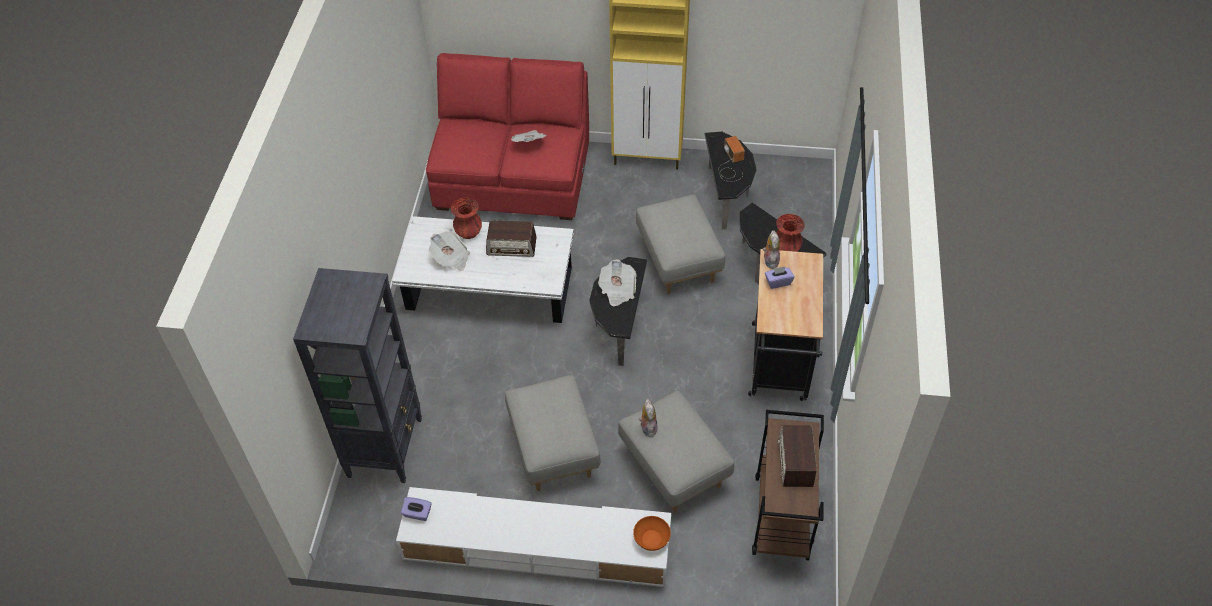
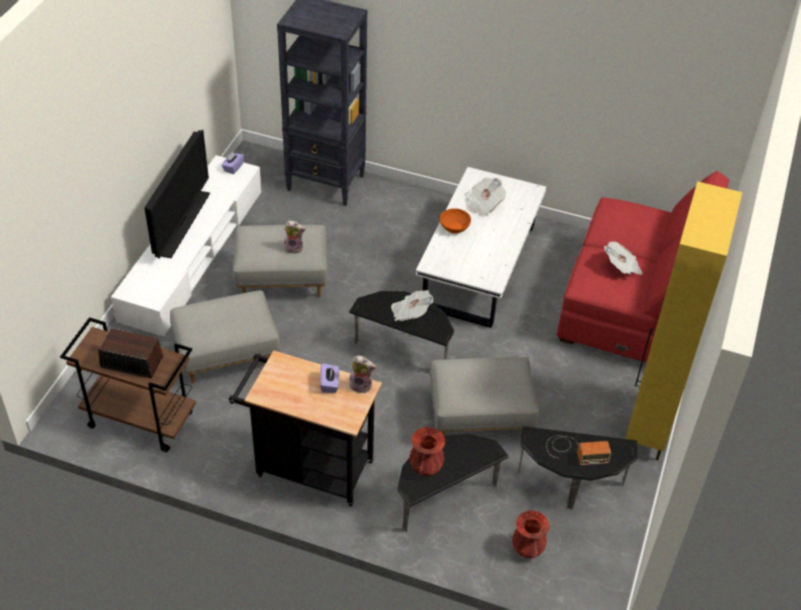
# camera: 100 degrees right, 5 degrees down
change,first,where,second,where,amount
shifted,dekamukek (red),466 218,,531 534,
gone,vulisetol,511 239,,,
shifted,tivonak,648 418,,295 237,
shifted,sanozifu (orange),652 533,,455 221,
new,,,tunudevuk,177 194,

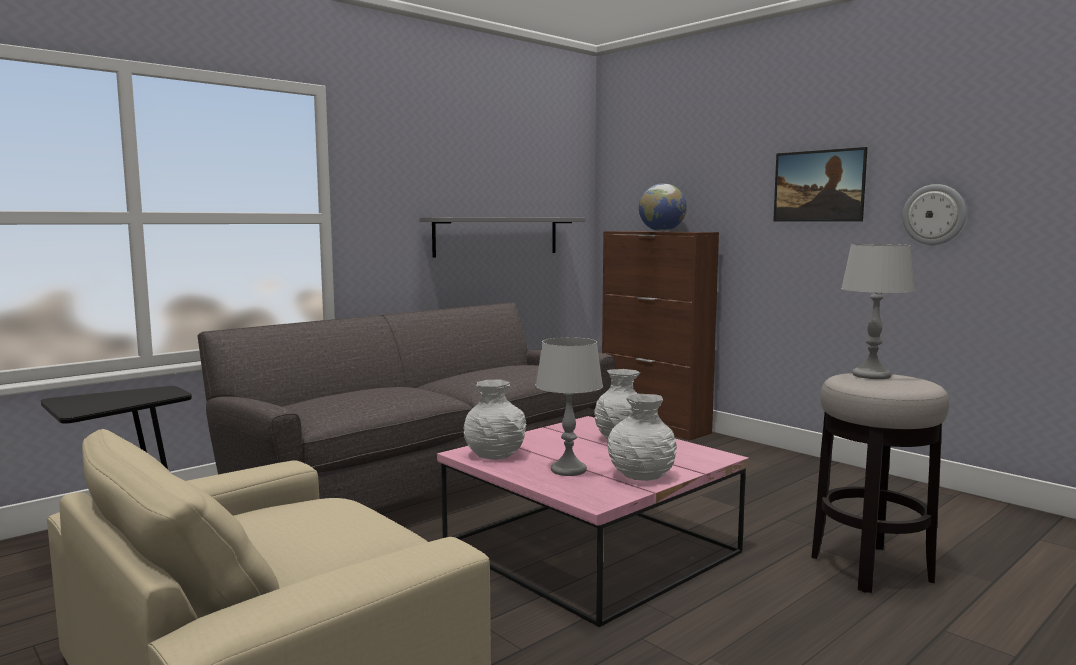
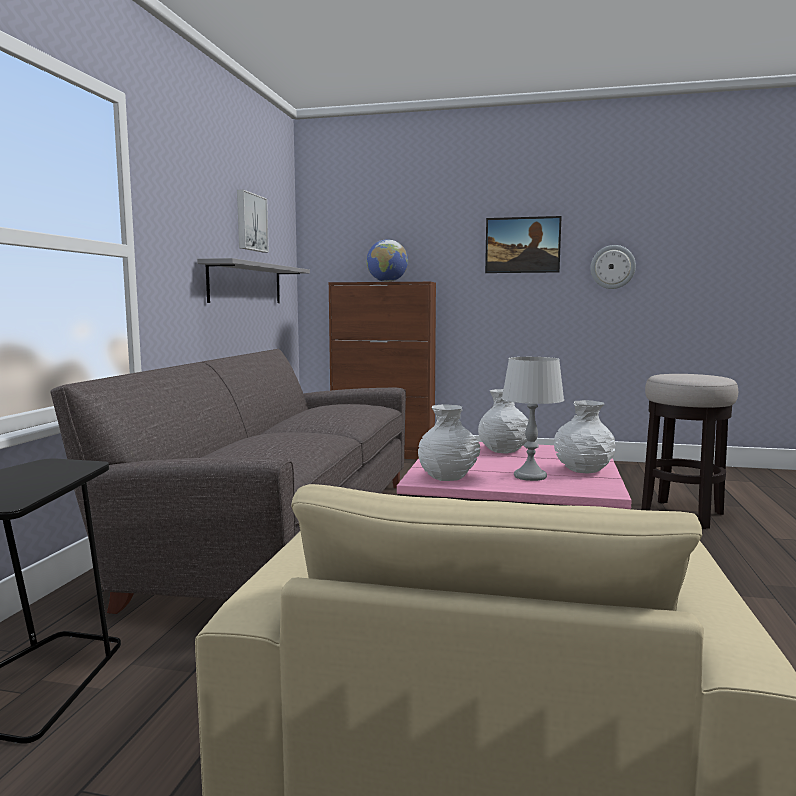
# camera: 35 degrees left, 0 degrees up
change,first,where,second,where,amount
gone,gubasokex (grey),878 311,,,
new,,,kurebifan,253 221,

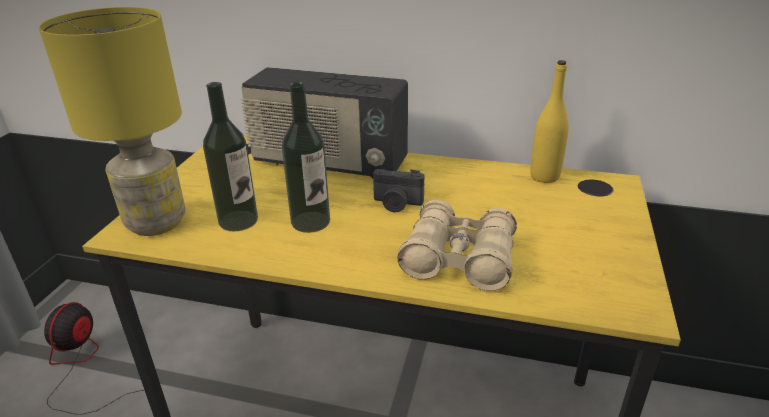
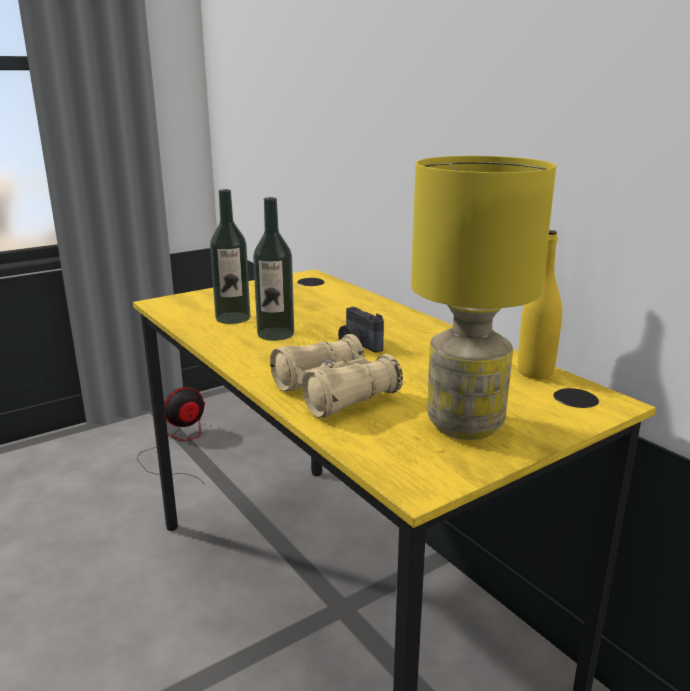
# camera: 40 degrees right, 10 degrees down
change,first,where,second,where,amount
shifted,gubasokex (yellow),111 121,,483 298,
gone,vulisetol,324 122,,,

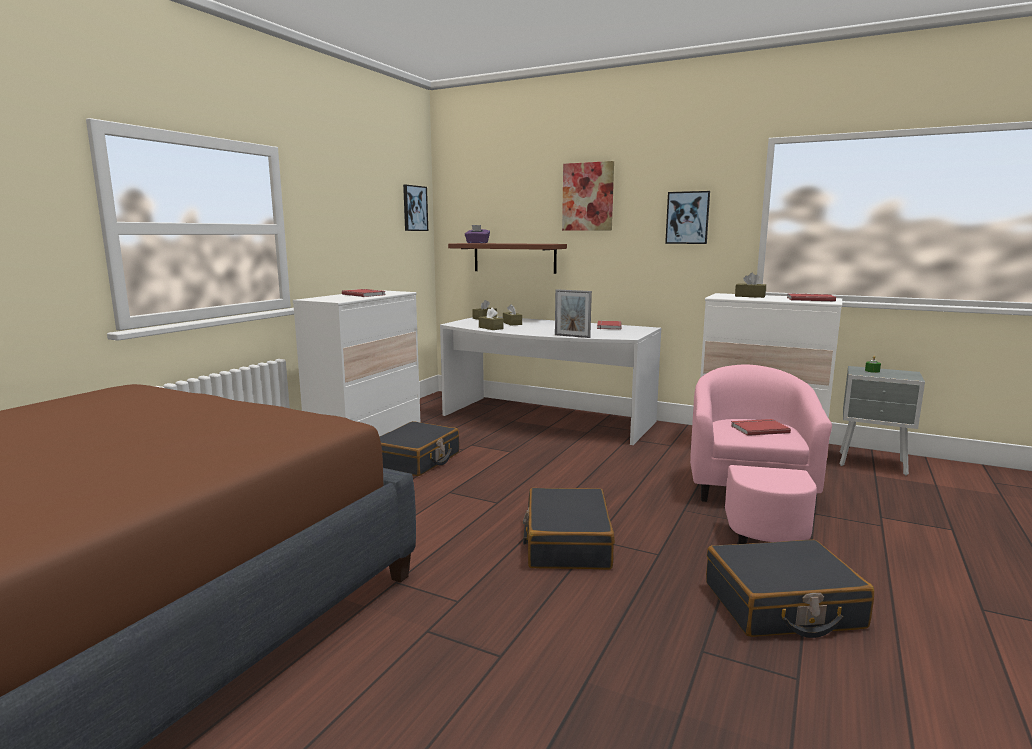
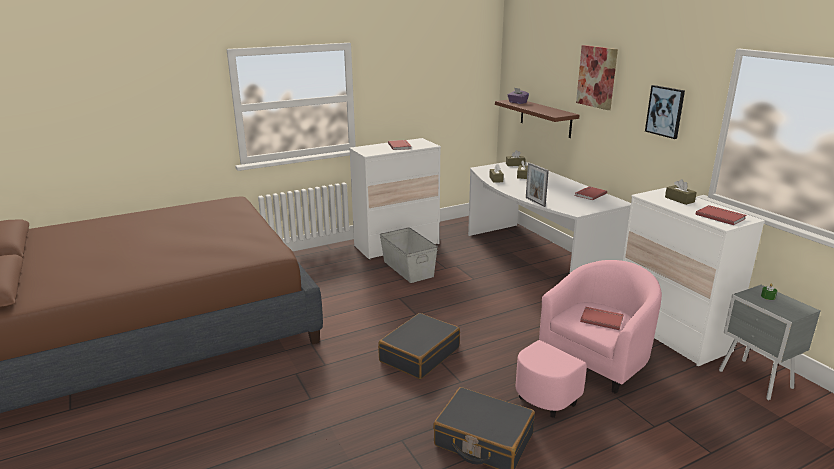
# camera: 35 degrees right, 10 degrees up
change,first,where,second,where,amount
gone,kurebifan,415 208,,,
swapped,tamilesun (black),419 448,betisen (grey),409 255,

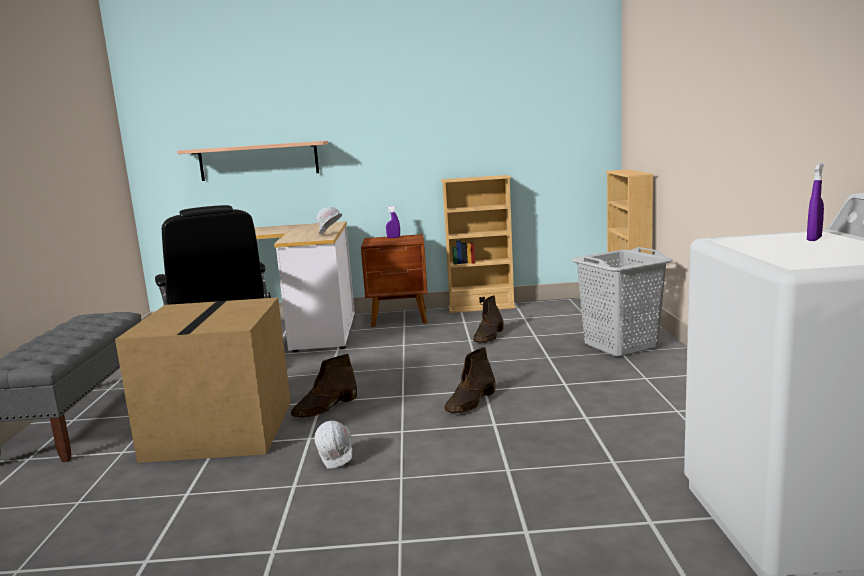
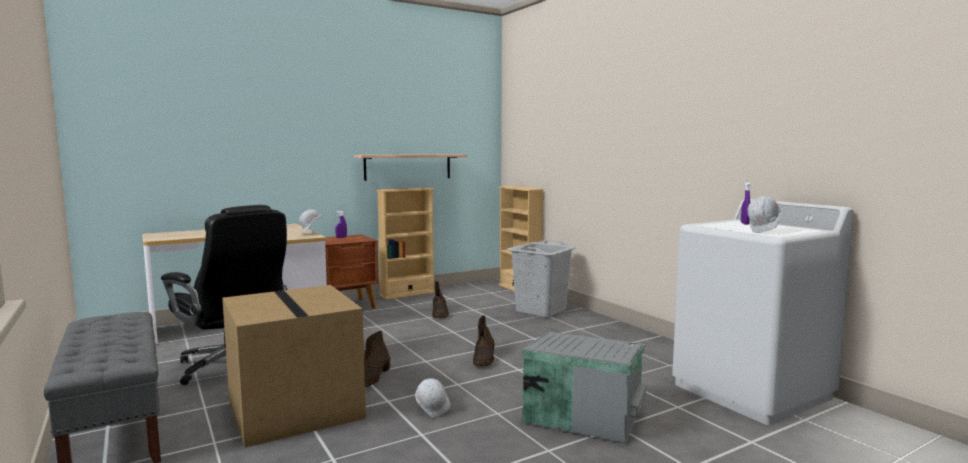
# camera: 30 degrees left, 5 degrees down
change,first,where,second,where,amount
shifted,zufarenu,252 161,,410 167,
new,,,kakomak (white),765 214,
new,,,betisen (grey),584 388,

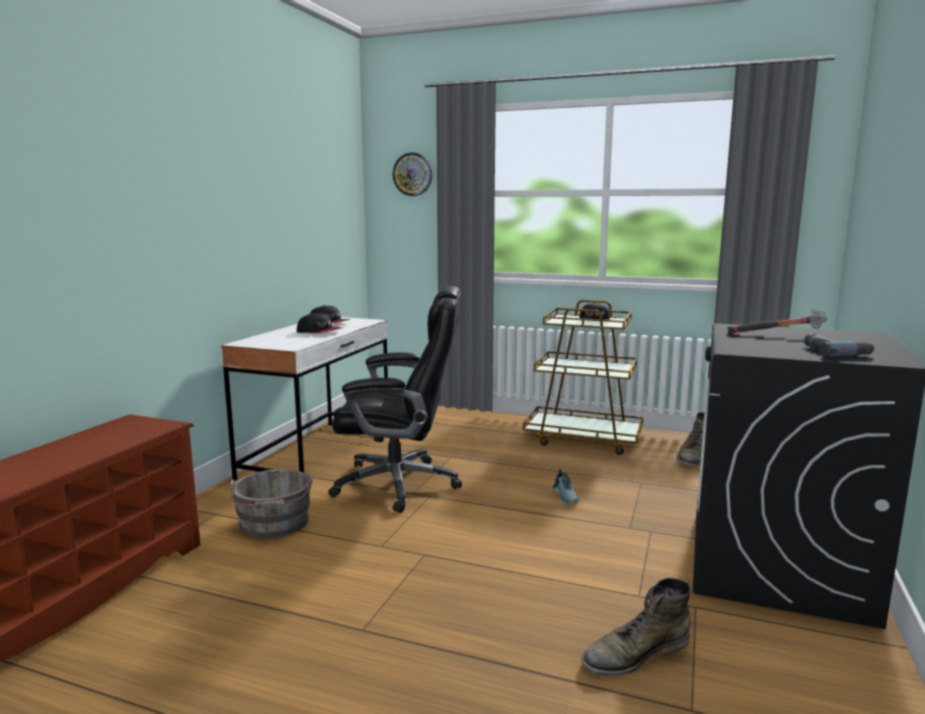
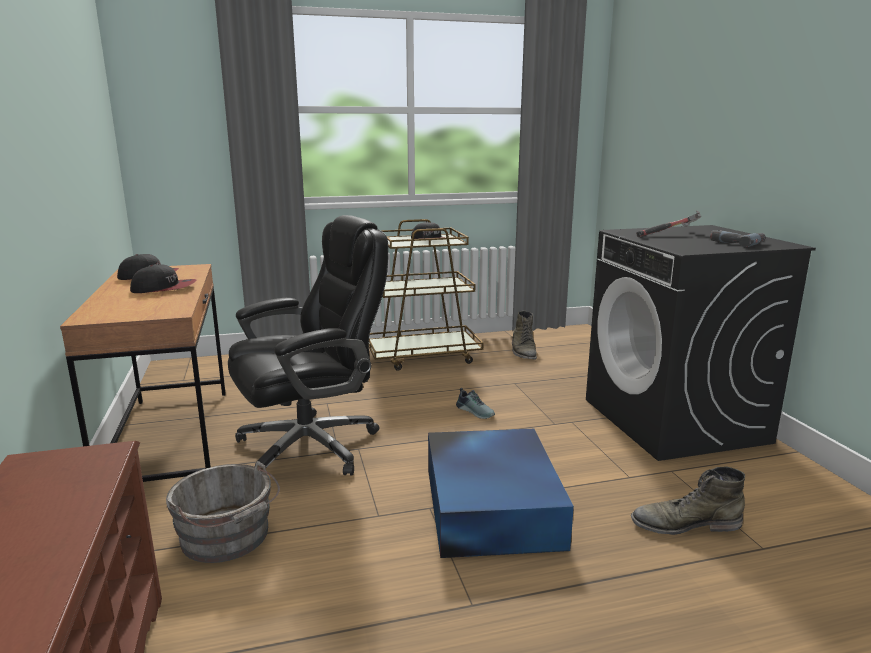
# camera: 35 degrees left, 5 degrees up
change,first,where,second,where,amount
gone,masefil,412 174,,,
repainted,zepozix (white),304 398,zepozix (brown),143 373,
rotated,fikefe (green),636 627,,688 500,60 degrees clockwise
new,,,betisen (blue),501 493,

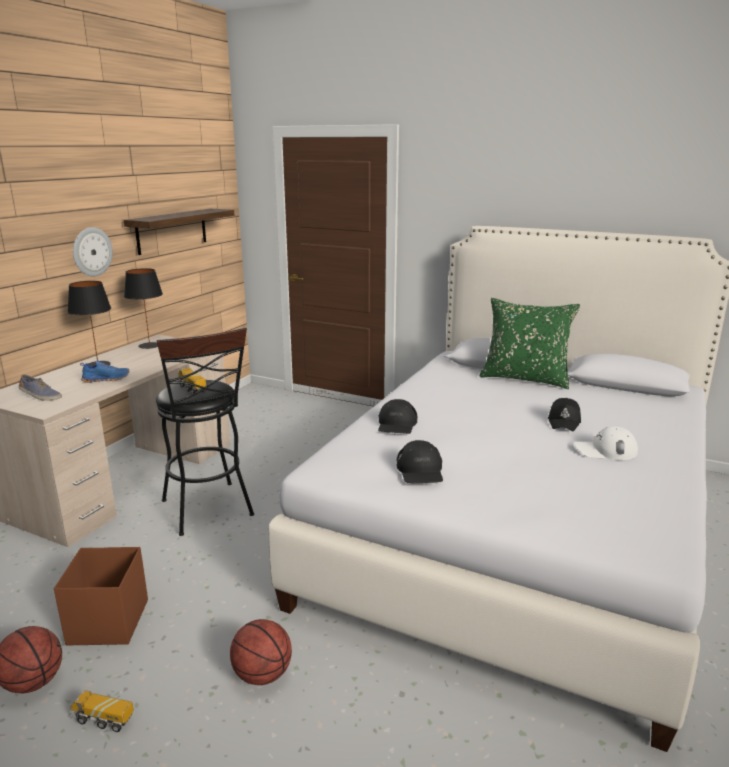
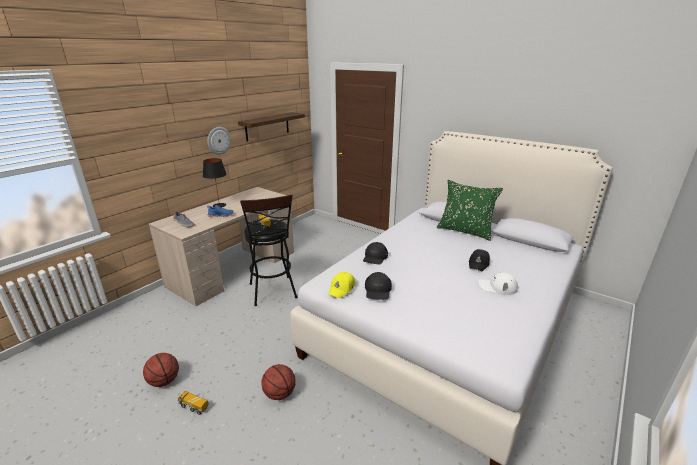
# camera: 10 degrees right, 5 degrees up
change,first,where,second,where,amount
gone,gubasokex (black),143 308,,,
gone,betisen (brown),101 596,,,
new,,,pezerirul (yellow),341 285,

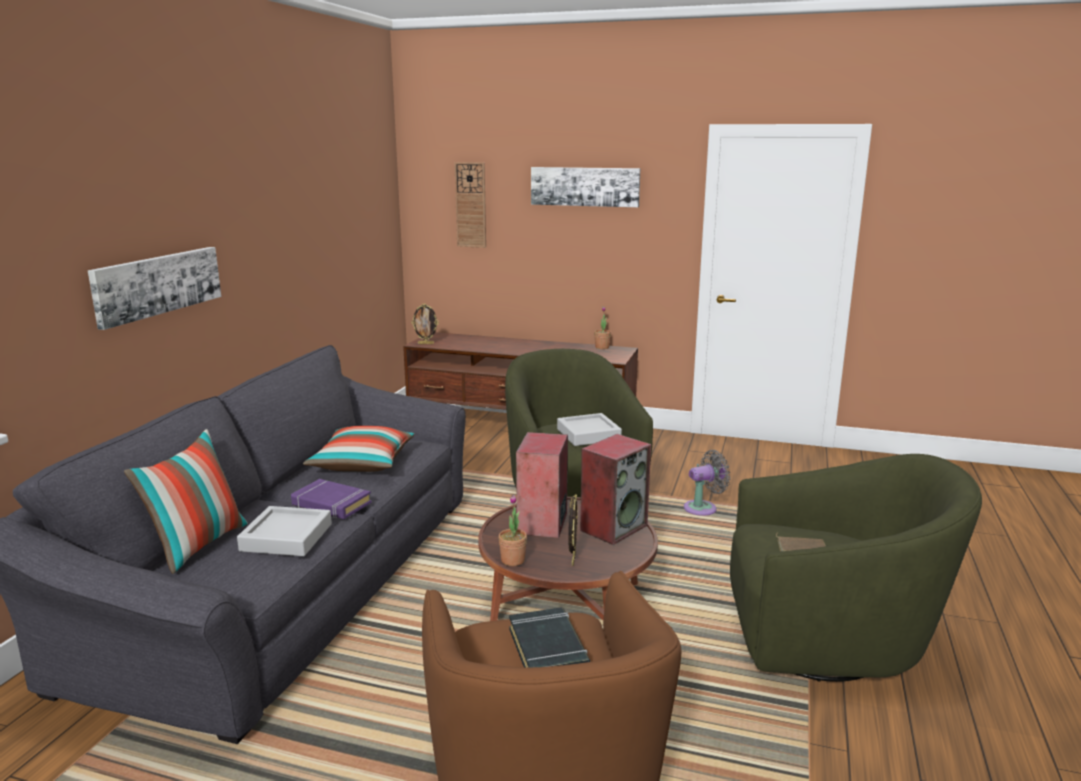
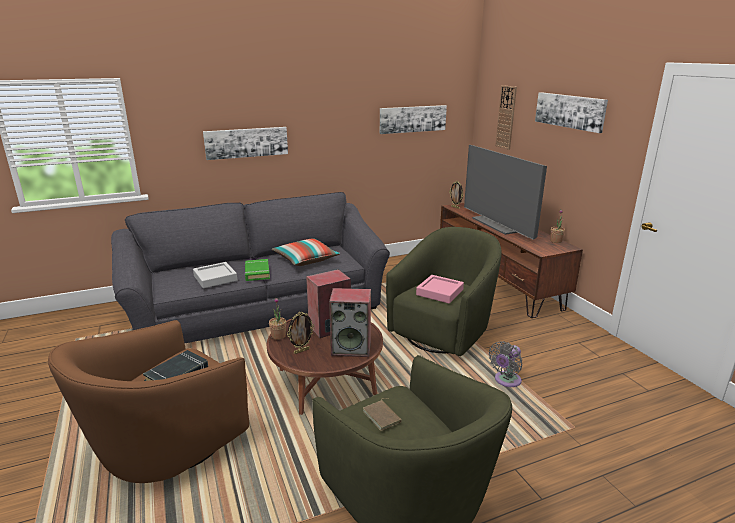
# camera: 50 degrees right, 5 degrees up
change,first,where,second,where,amount
repainted,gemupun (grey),589 429,gemupun (pink),440 289,
gone,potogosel,186 501,,,
rotated,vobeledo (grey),707 483,,506 364,105 degrees clockwise
repainted,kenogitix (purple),331 499,kenogitix (green),257 270,
new,,,kurebifan,413 119,
new,,,tunudevuk,505 192,

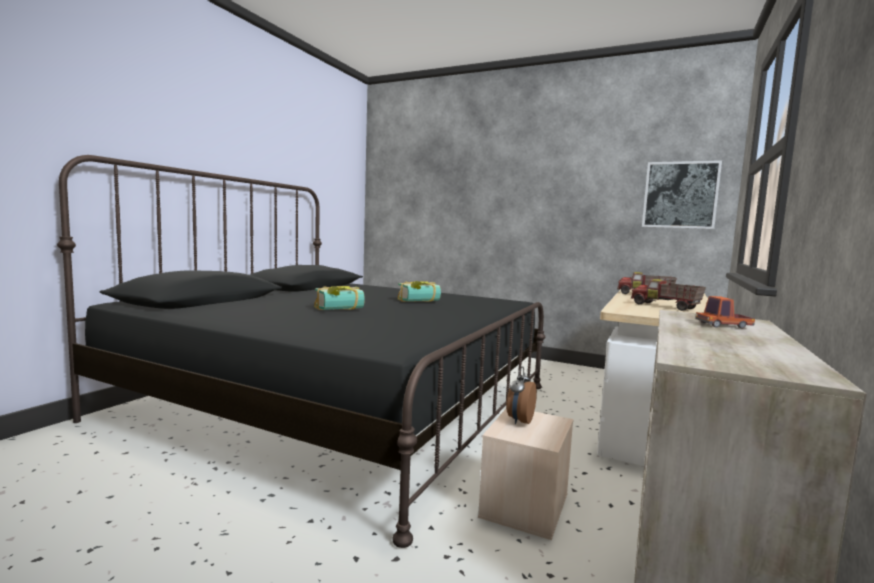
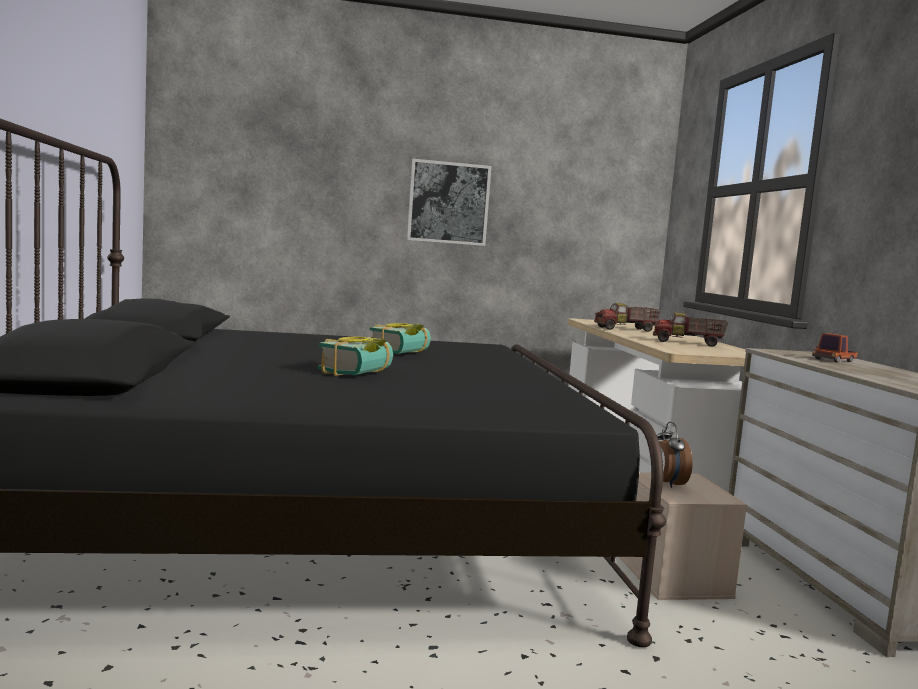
# camera: 35 degrees left, 0 degrees up
change,first,where,second,where,amount
shifted,kurebifan,682 194,,449 202,

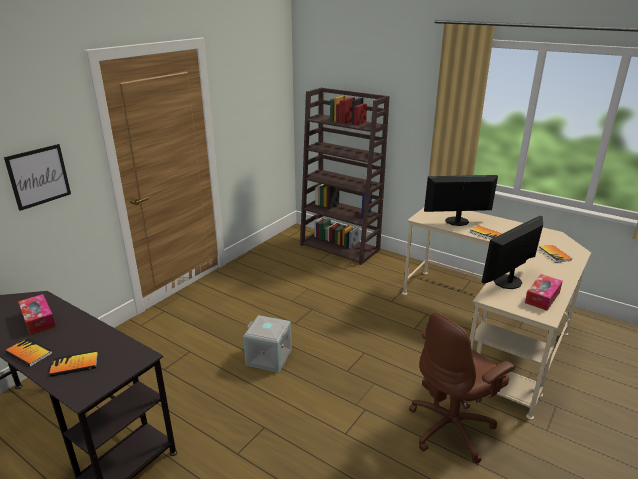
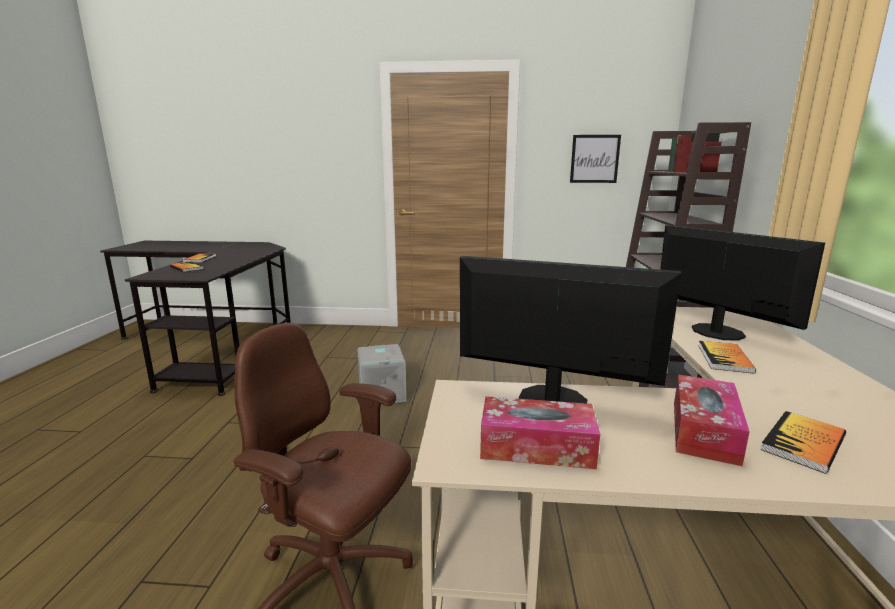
# camera: 60 degrees right, 10 degrees down
change,first,where,second,where,amount
shifted,kurebifan,37 177,,595 159,
shifted,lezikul,37 314,,712 420,

